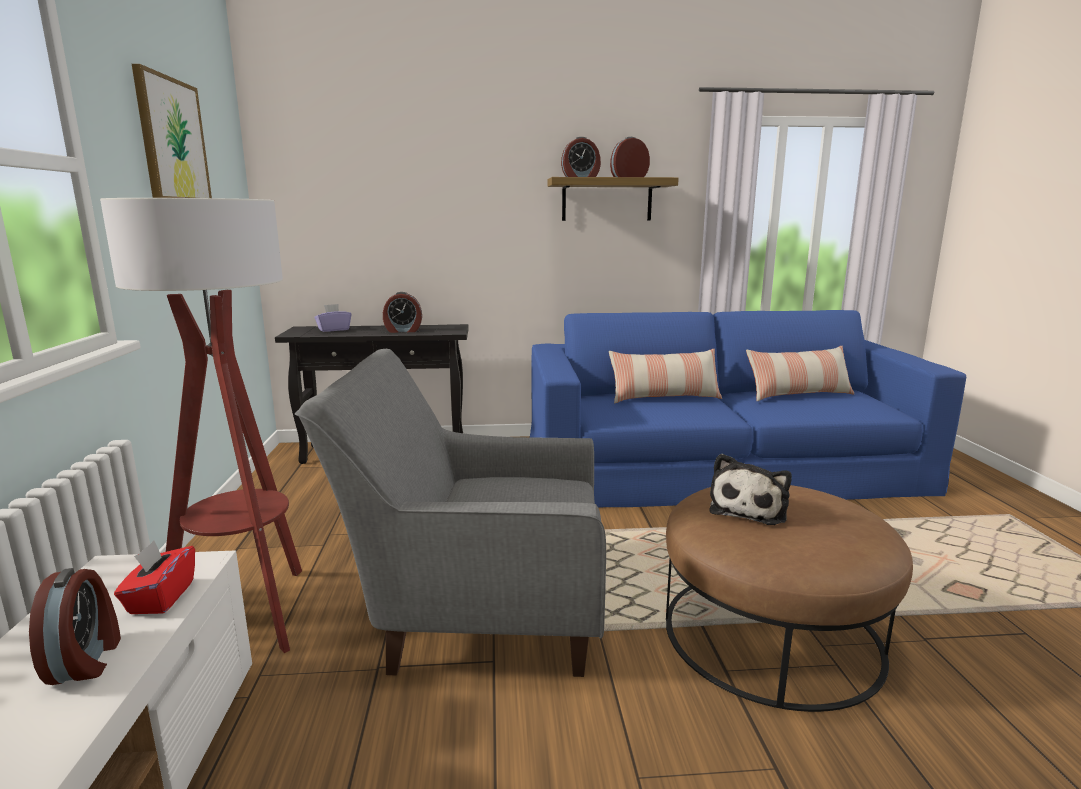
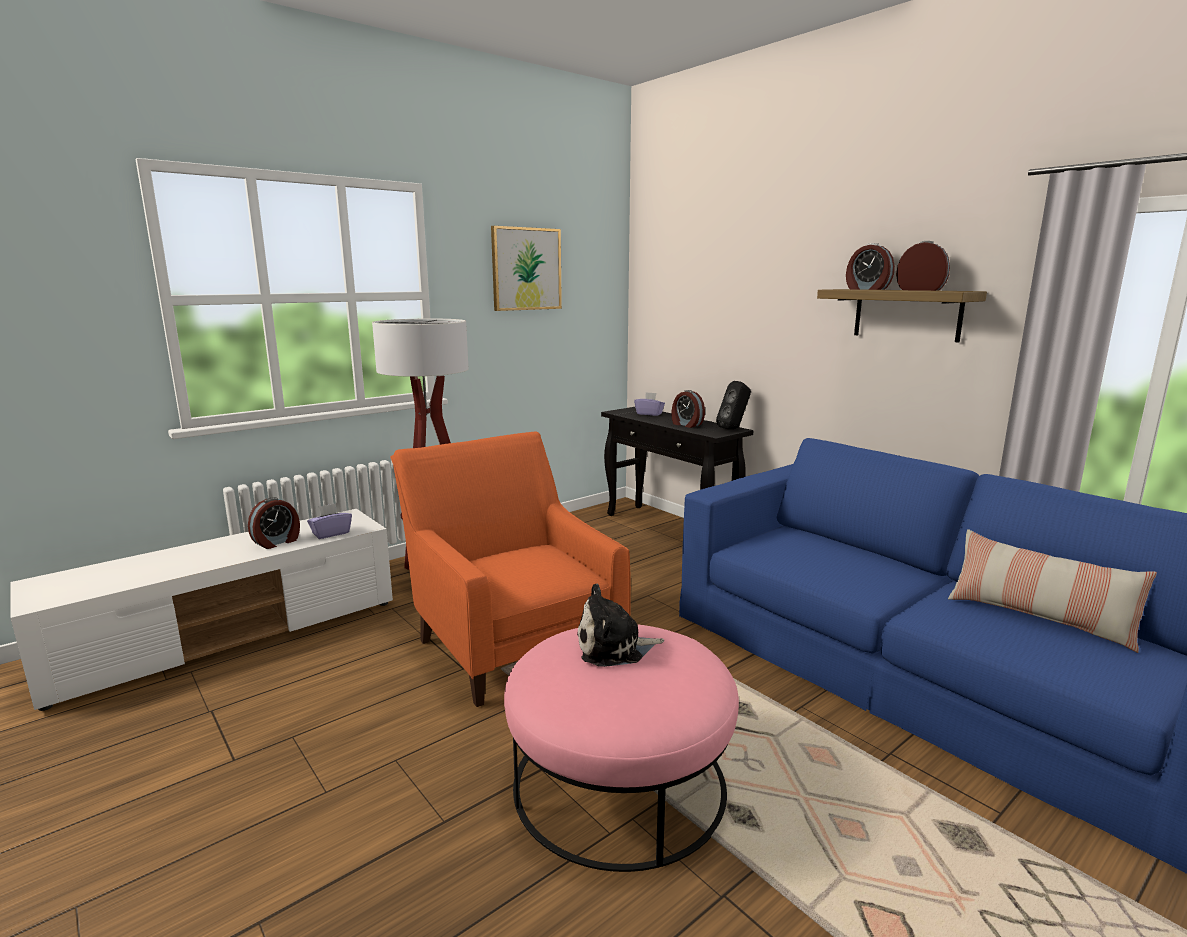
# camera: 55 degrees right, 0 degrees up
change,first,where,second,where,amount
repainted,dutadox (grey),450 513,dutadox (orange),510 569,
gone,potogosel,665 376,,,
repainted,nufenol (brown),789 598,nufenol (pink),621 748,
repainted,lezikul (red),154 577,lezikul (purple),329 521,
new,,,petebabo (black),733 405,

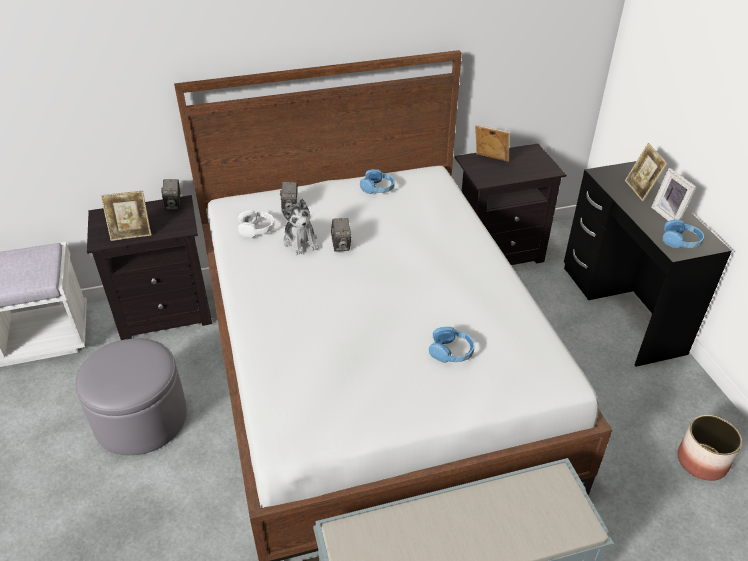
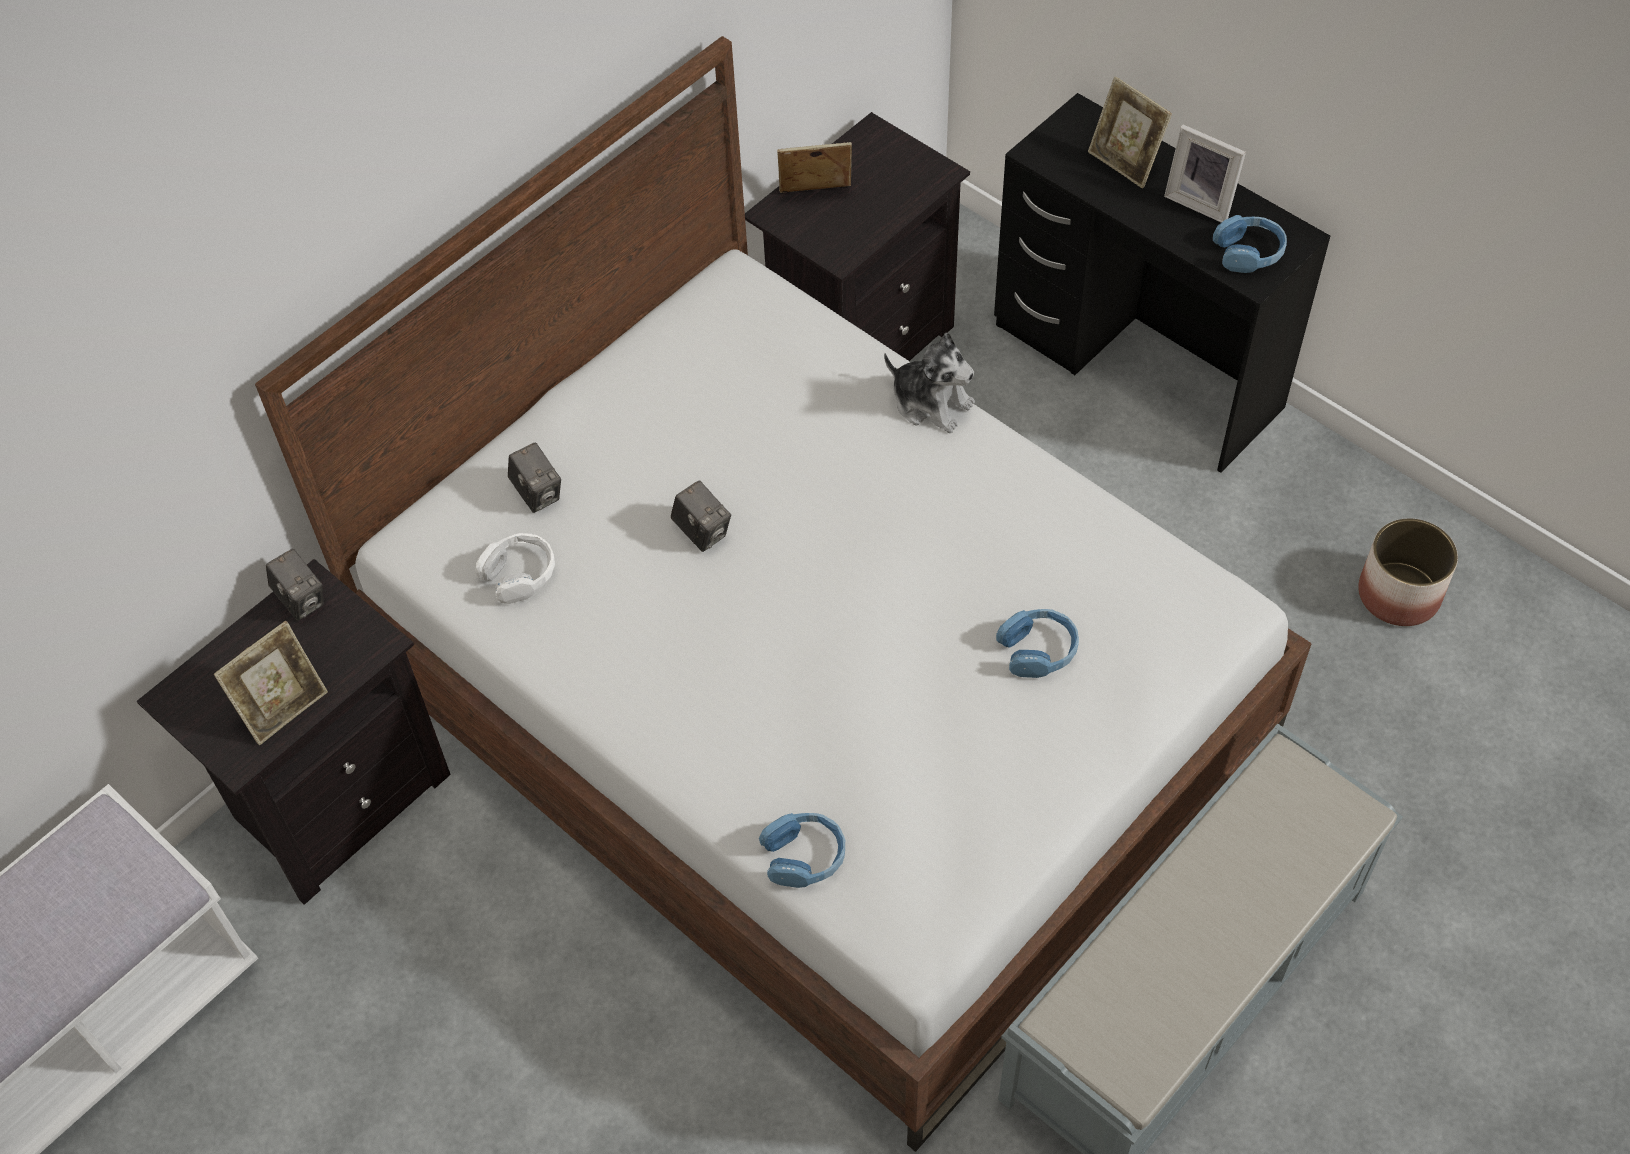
# camera: 30 degrees left, 15 degrees up
change,first,where,second,where,amount
shifted,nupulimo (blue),377 181,,802 850,
shifted,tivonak,300 227,,929 383,
gone,nufenol (grey),131 396,,,

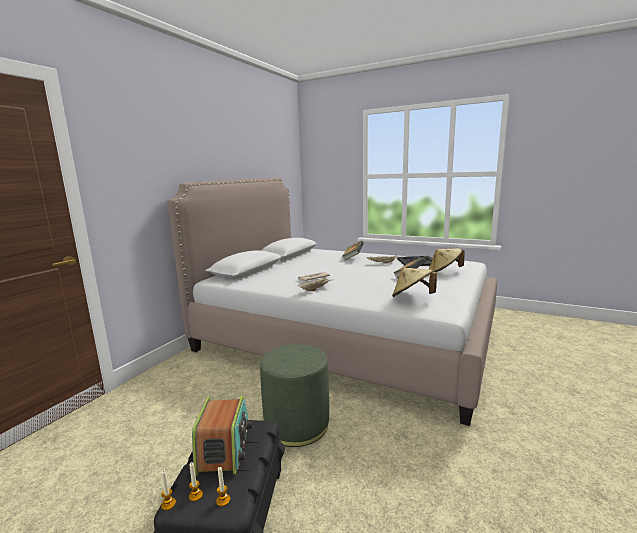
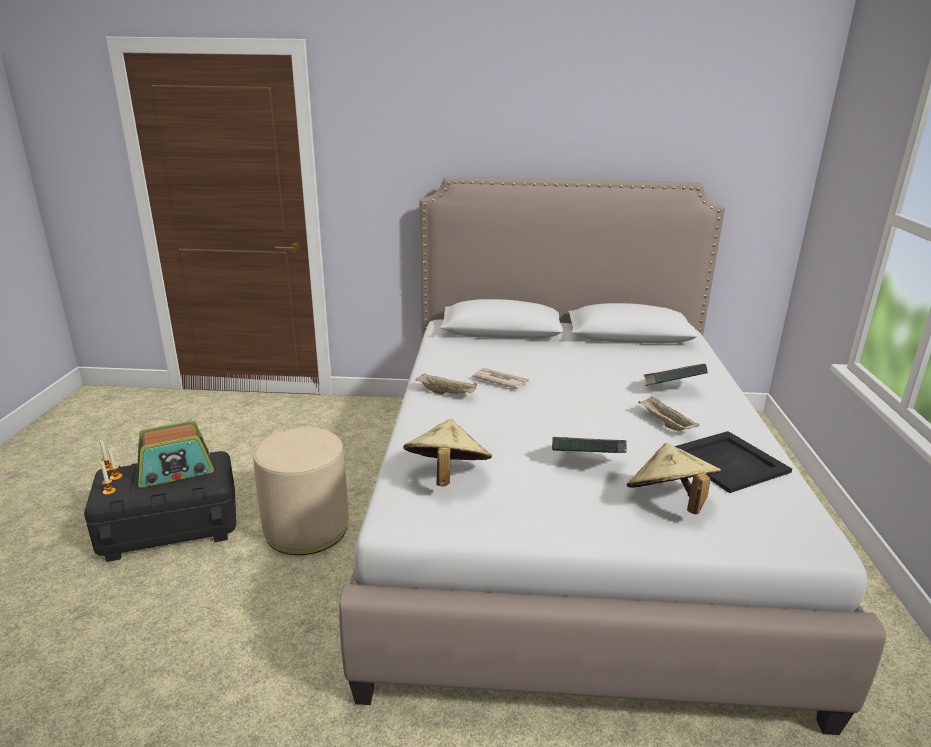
# camera: 65 degrees right, 10 degrees up
change,first,where,second,where,amount
repainted,nufenol (green),294 395,nufenol (beige),301 491,

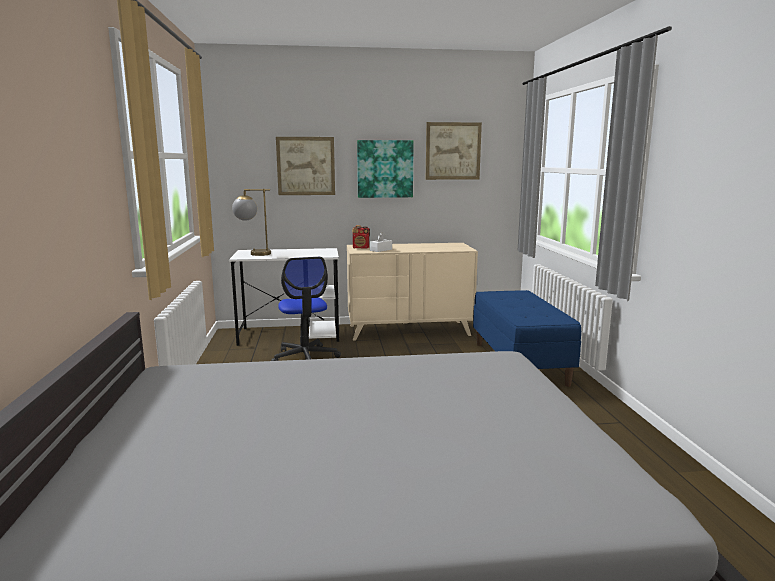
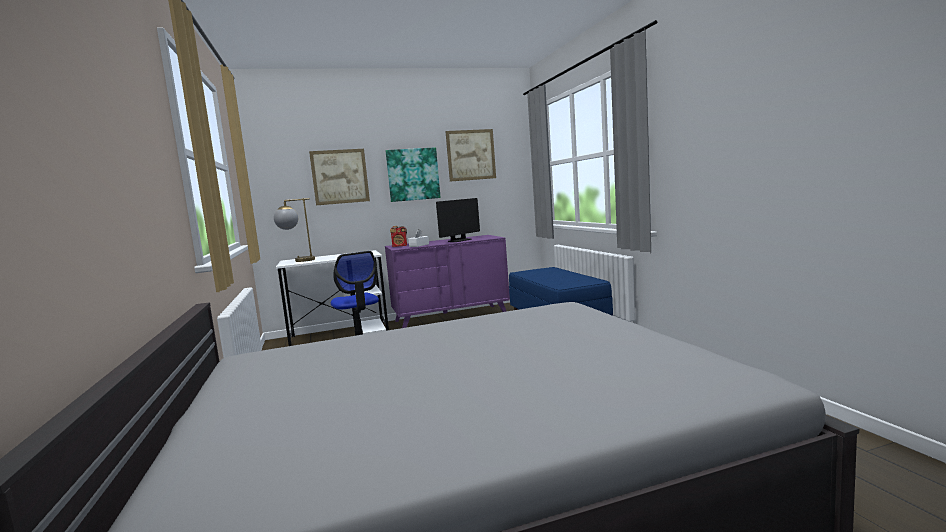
# camera: 10 degrees left, 5 degrees down
change,first,where,second,where,amount
repainted,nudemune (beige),412 291,nudemune (purple),447 281,
new,,,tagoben,458 220,

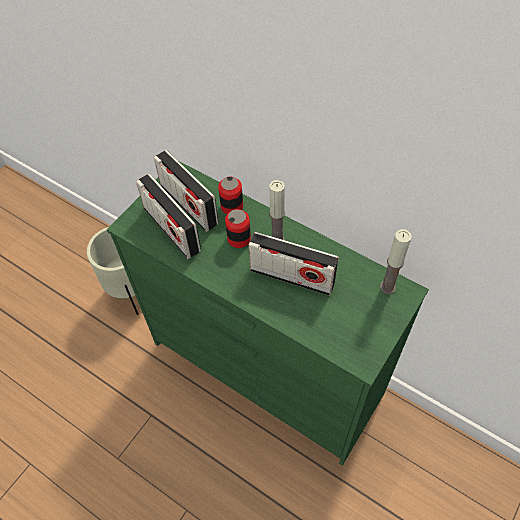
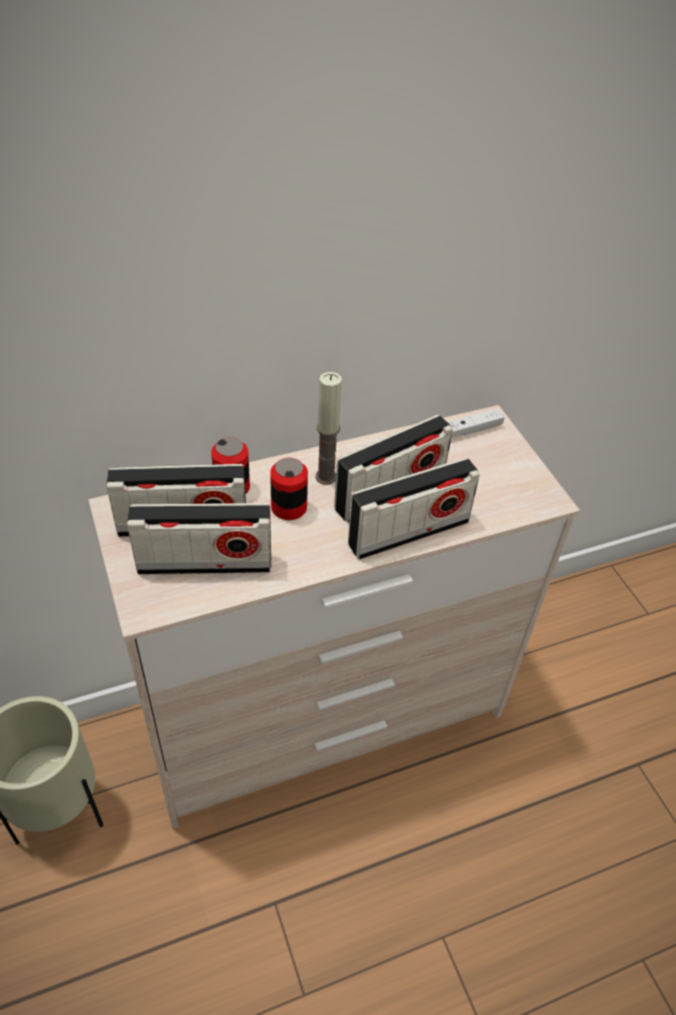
# camera: 60 degrees left, 10 degrees down
change,first,where,second,where,amount
repainted,nudemune (green),268 313,nudemune (beige),334 617,
swapped,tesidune,396 261,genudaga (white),476 422,
new,,,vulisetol,414 508,

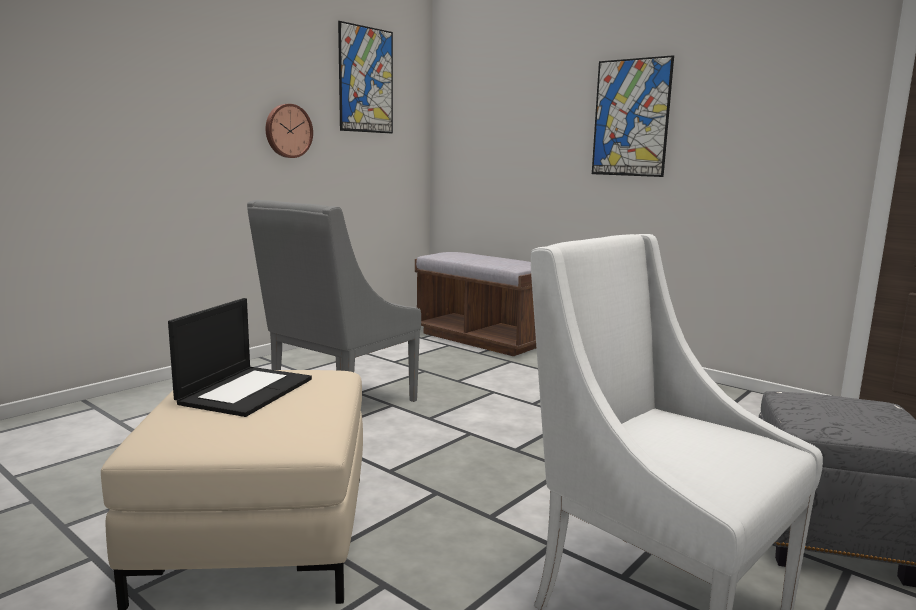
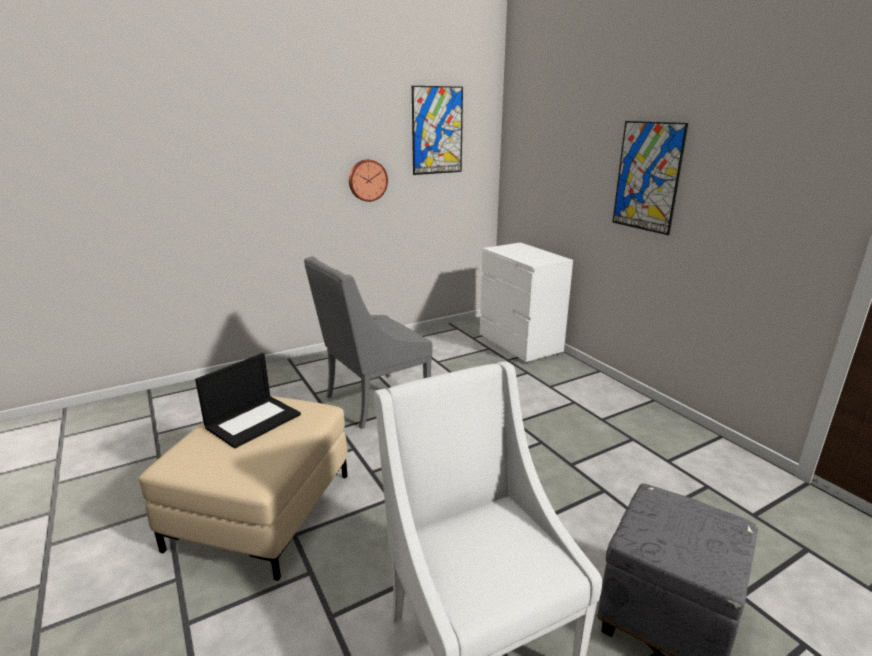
# camera: 20 degrees right, 10 degrees up
change,first,where,second,where,amount
swapped,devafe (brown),475 304,nudemune (white),526 302,

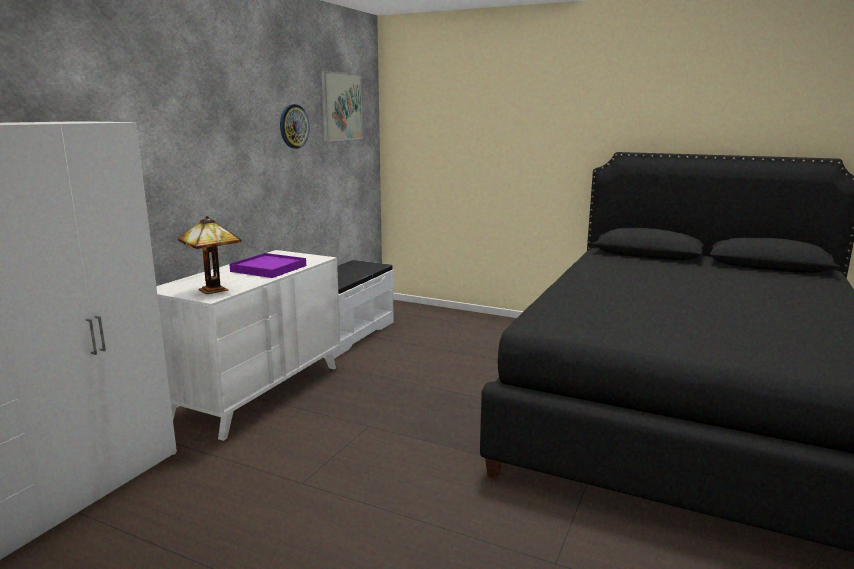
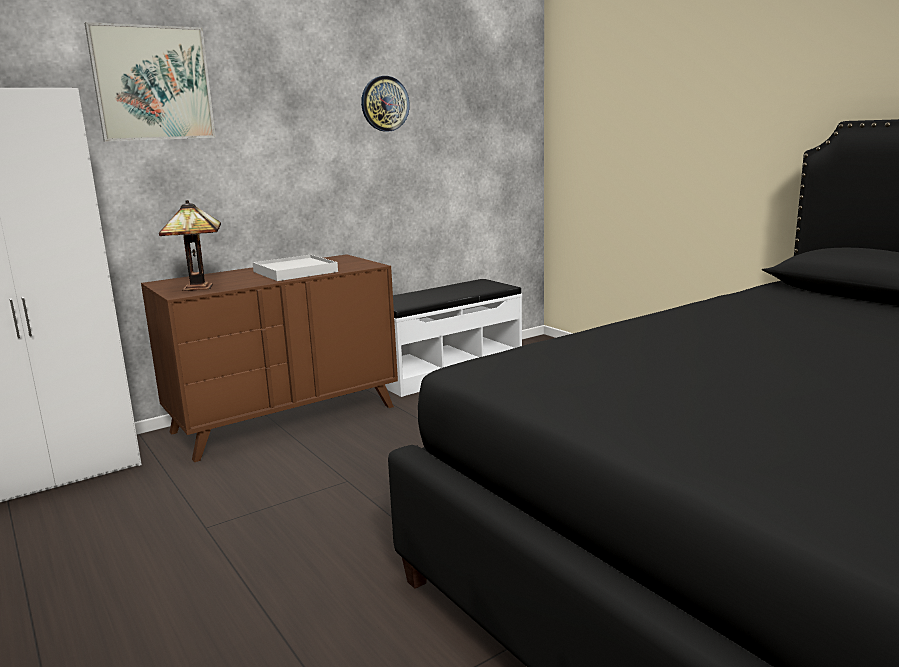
# camera: 30 degrees right, 0 degrees up
change,first,where,second,where,amount
shifted,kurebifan,342 106,,150 82,
repainted,nudemune (white),248 345,nudemune (brown),269 358,
repainted,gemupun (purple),267 265,gemupun (white),295 268,

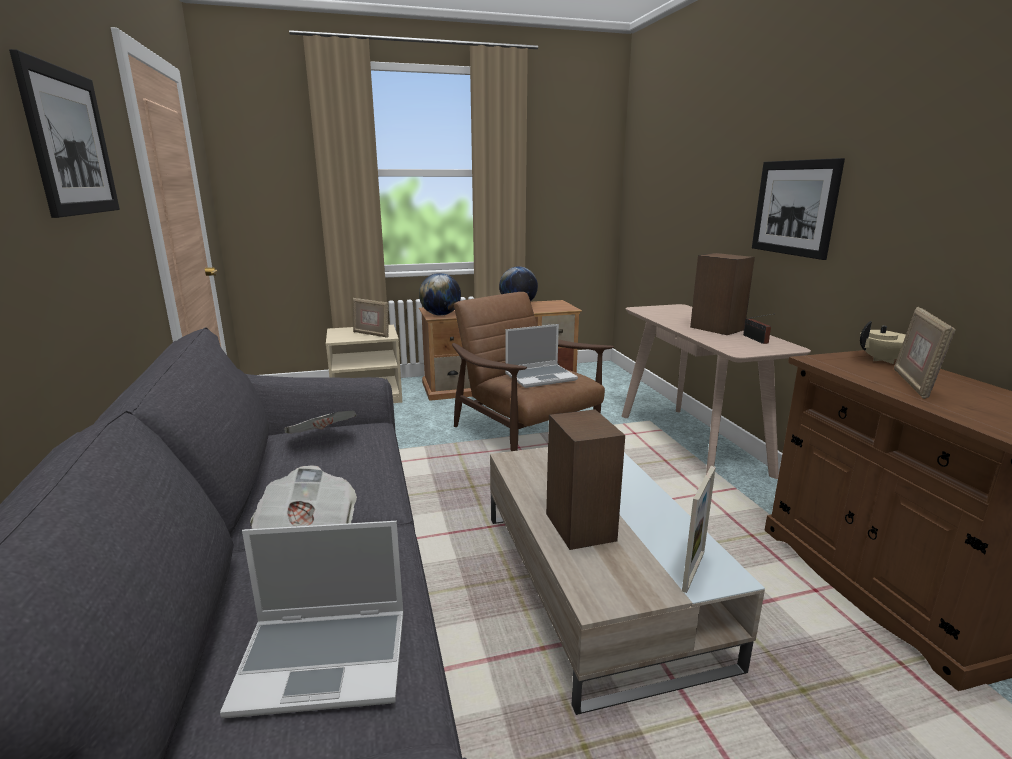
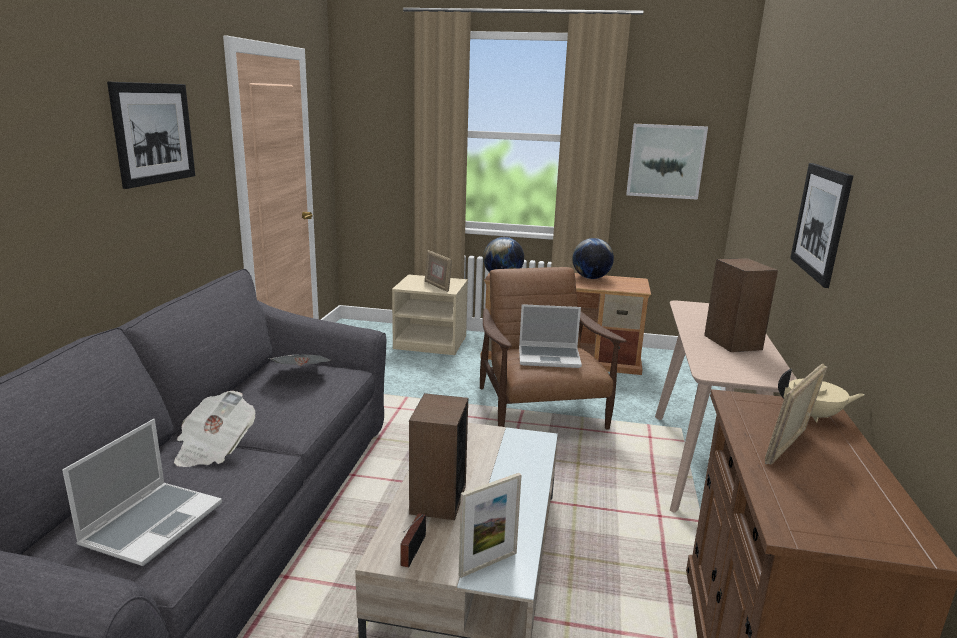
# camera: 25 degrees right, 0 degrees up
change,first,where,second,where,amount
shifted,vulisetol,759 328,,413 540,
rotated,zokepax,312 619,,142 492,90 degrees counterclockwise
new,,,kurebifan,667 162,

